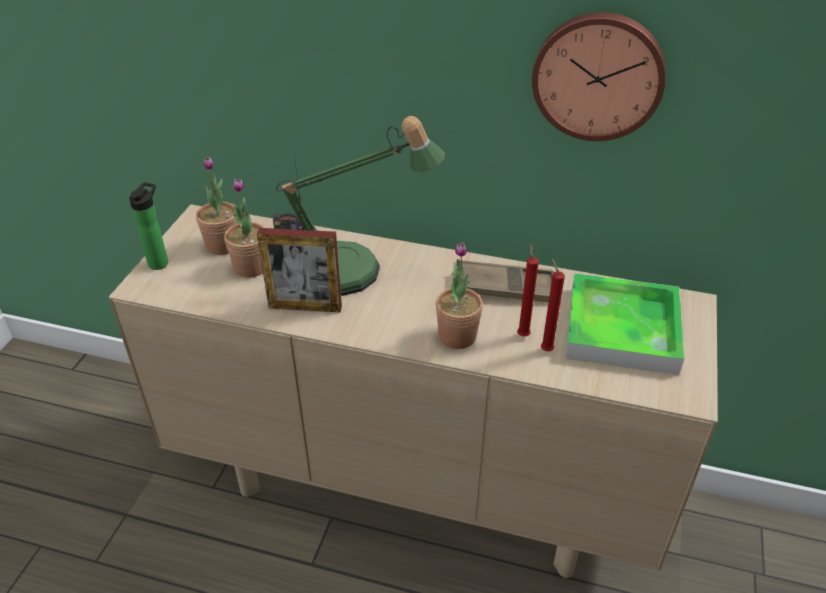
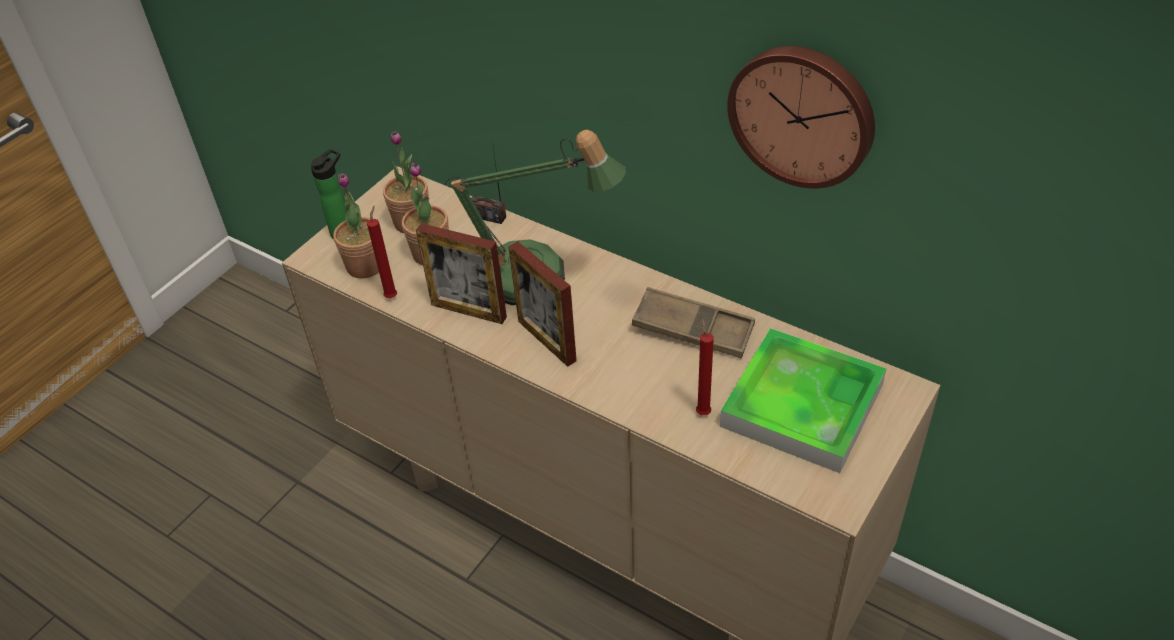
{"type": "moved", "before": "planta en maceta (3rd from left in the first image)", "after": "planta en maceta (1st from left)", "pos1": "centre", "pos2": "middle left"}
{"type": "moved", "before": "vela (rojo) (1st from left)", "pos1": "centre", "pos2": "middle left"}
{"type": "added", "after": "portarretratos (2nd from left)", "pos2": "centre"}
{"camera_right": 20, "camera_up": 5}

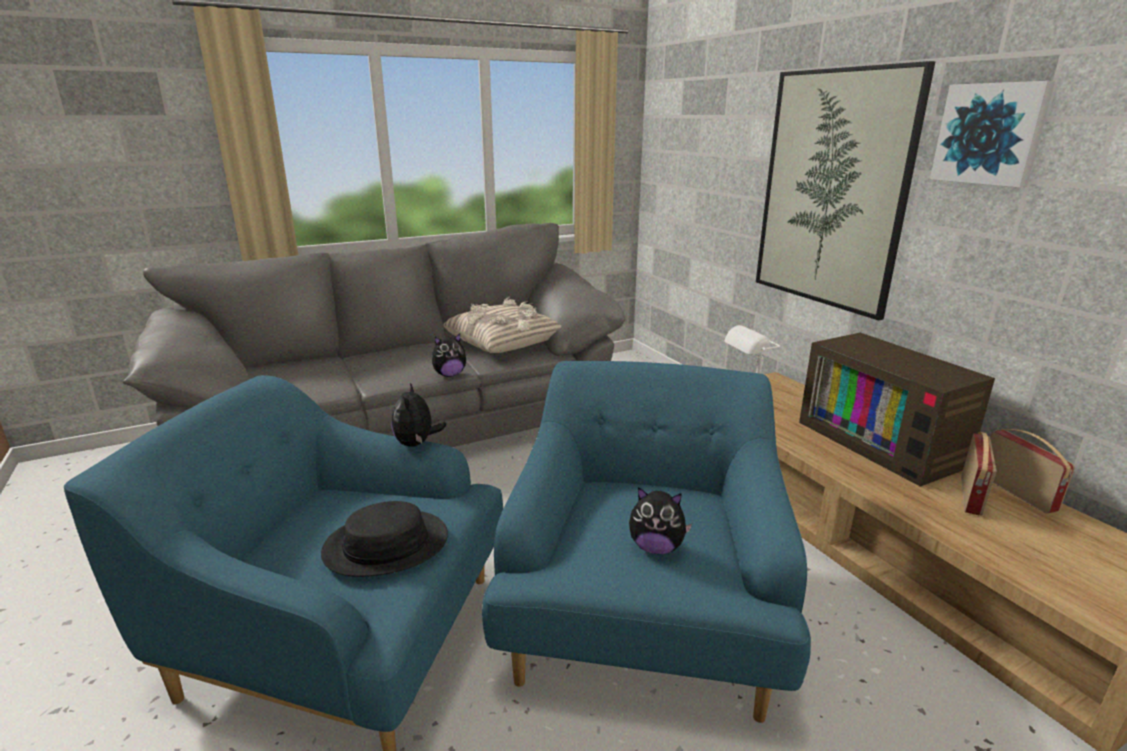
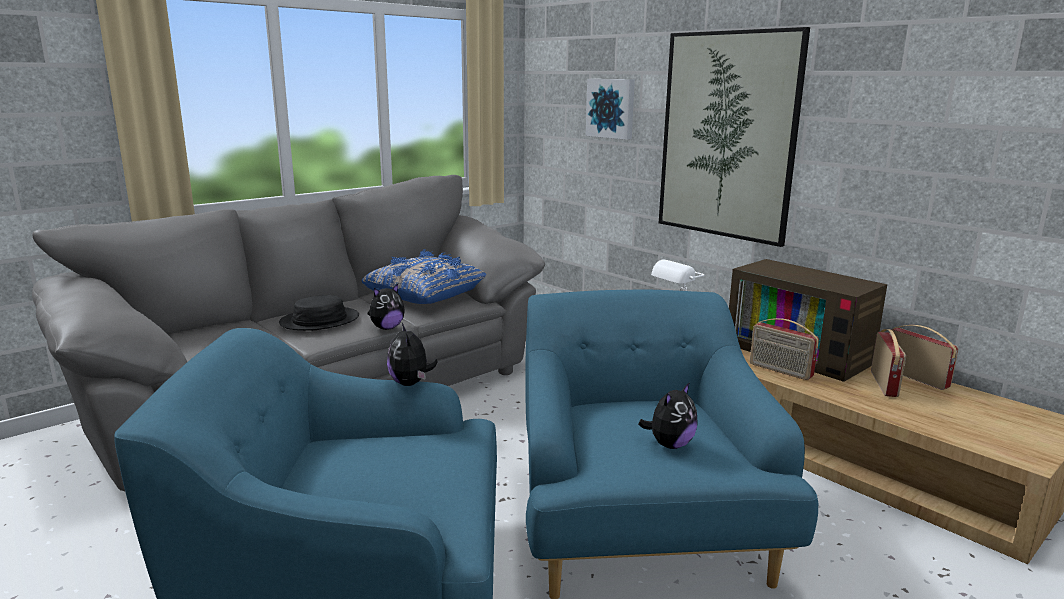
{"type": "moved", "before": "cuadro (2nd from left in the first image)", "after": "cuadro (1st from left)", "pos1": "top right", "pos2": "top centre"}
{"type": "recoloured", "before": "cojín (beis)", "after": "cojín (azul)", "pos1": "centre", "pos2": "centre"}
{"type": "turned", "before": "peluche (3rd from left)", "pos1": "bottom centre", "pos2": "bottom centre", "turn": -45}
{"type": "moved", "before": "sombrero (negro)", "pos1": "bottom centre", "pos2": "middle left"}
{"type": "added", "after": "radio (1st from left)", "pos2": "middle right"}
{"camera_right": -15, "camera_up": -5}

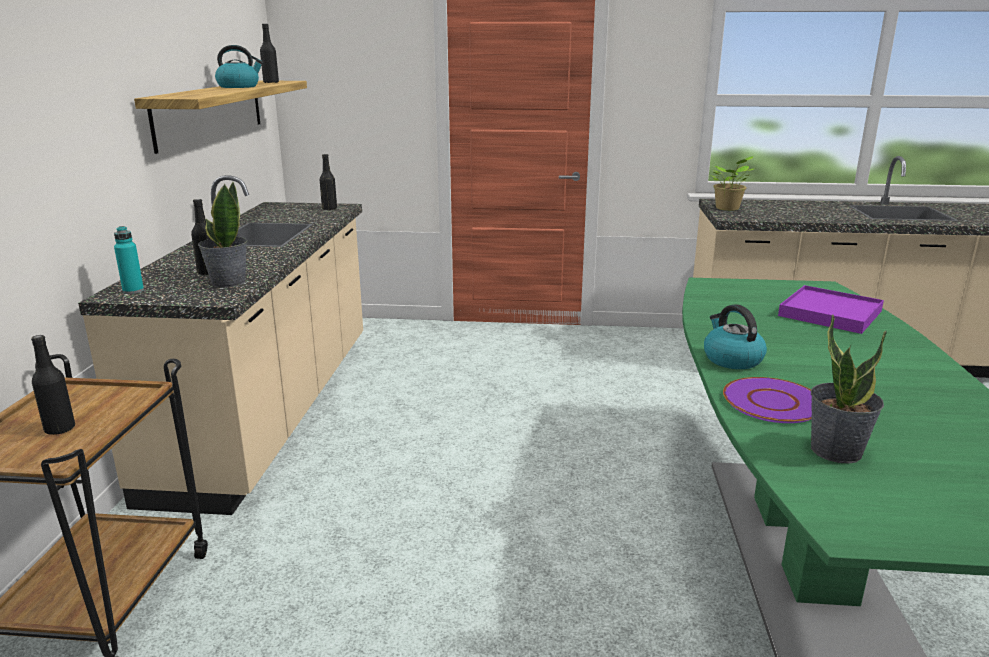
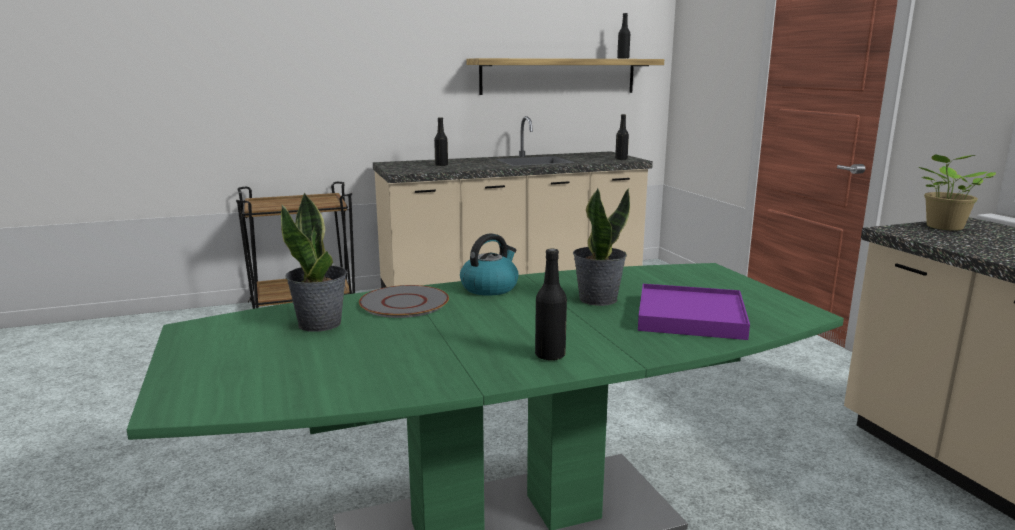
{"type": "removed", "before": "hervidor (1st from left)", "pos1": "top left"}
{"type": "moved", "before": "planta en maceta (1st from left in the first image)", "after": "planta en maceta (2nd from left)", "pos1": "middle left", "pos2": "centre"}
{"type": "removed", "before": "botella (turquesa)", "pos1": "middle left"}
{"type": "moved", "before": "botella (negro) (1st from left in the first image)", "after": "botella (negro) (2nd from left)", "pos1": "middle left", "pos2": "centre"}
{"type": "recoloured", "before": "plato (morado)", "after": "plato (gris)", "pos1": "middle right", "pos2": "centre"}
{"camera_right": 65, "camera_up": -5}

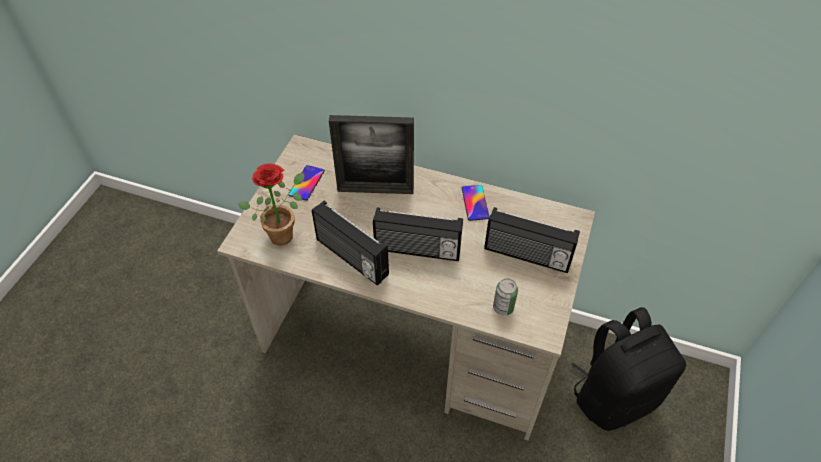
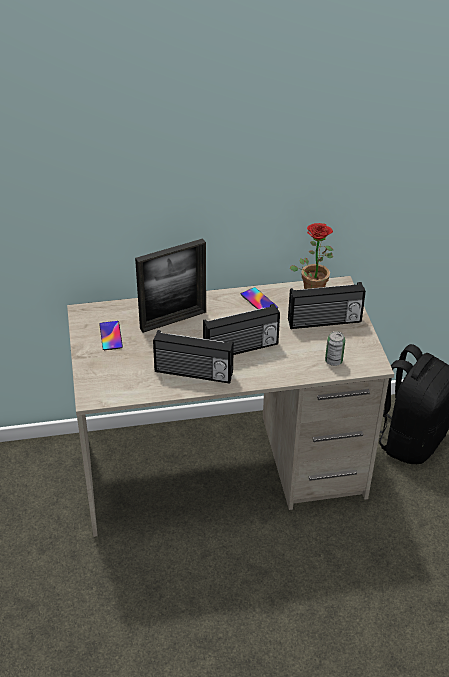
{"type": "moved", "before": "planta en maceta", "pos1": "middle left", "pos2": "middle right"}
{"camera_right": -30, "camera_up": -10}

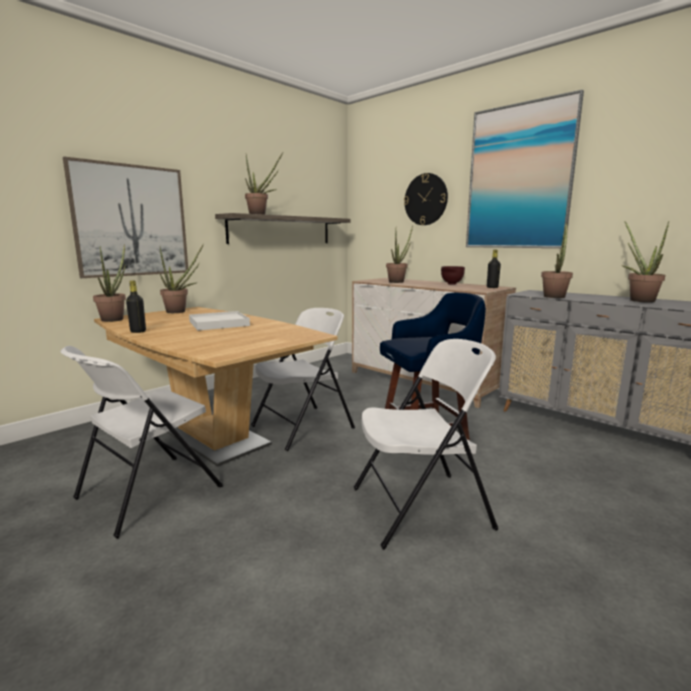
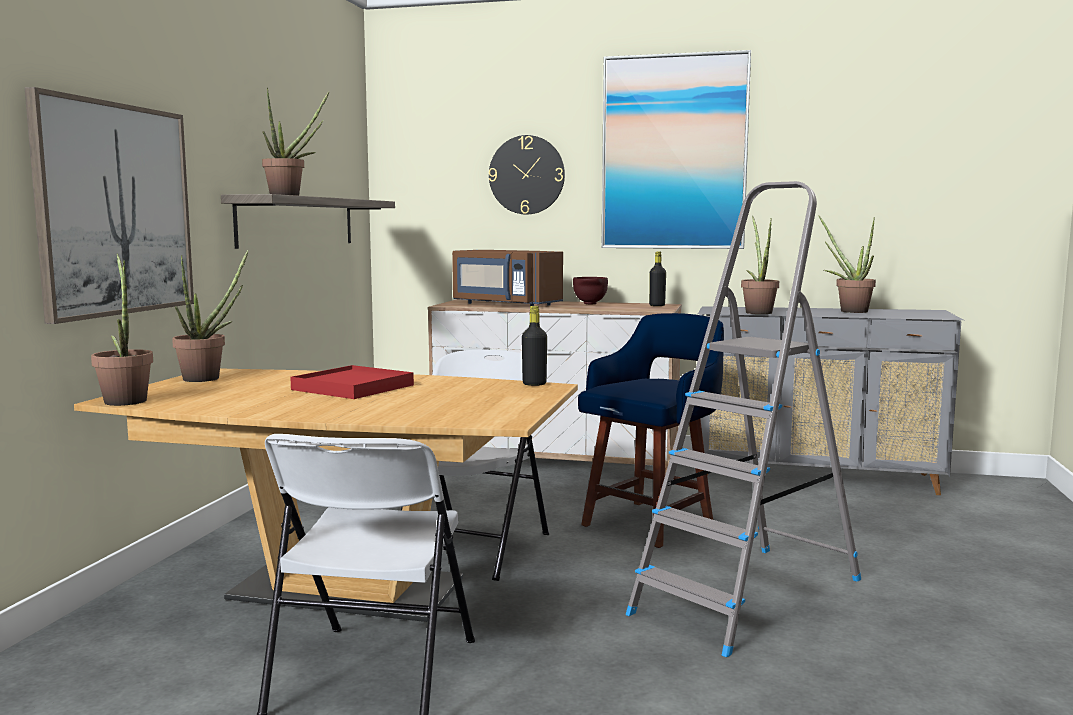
{"type": "replaced", "before": "planta en maceta (4th from left)", "after": "microondas (marrón)", "pos1": "centre", "pos2": "centre"}
{"type": "moved", "before": "botella (negro) (1st from left)", "pos1": "middle left", "pos2": "centre"}
{"type": "recoloured", "before": "bandeja (blanco)", "after": "bandeja (rojo)", "pos1": "middle left", "pos2": "middle left"}
{"type": "replaced", "before": "silla (blanco) (3rd from left)", "after": "escalera de tijera (gris)", "pos1": "centre", "pos2": "middle right"}
{"camera_right": -30, "camera_up": -5}

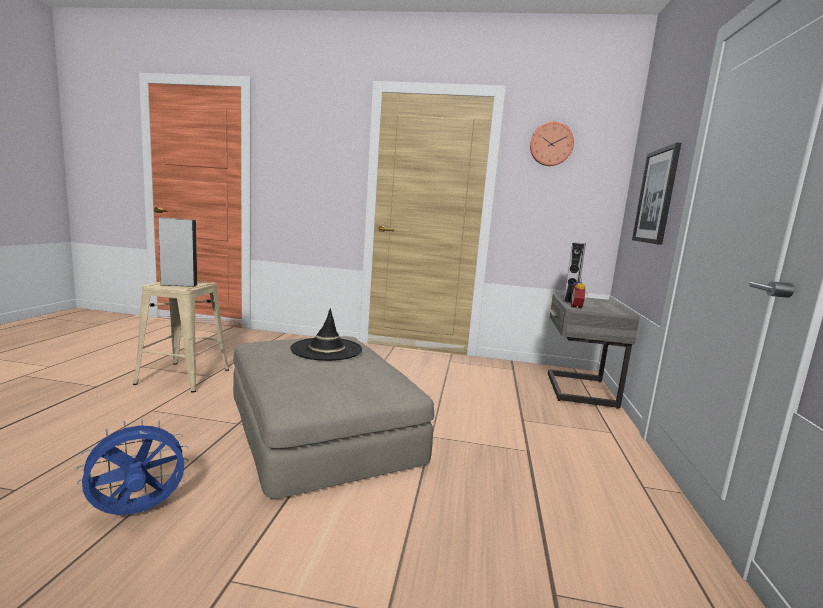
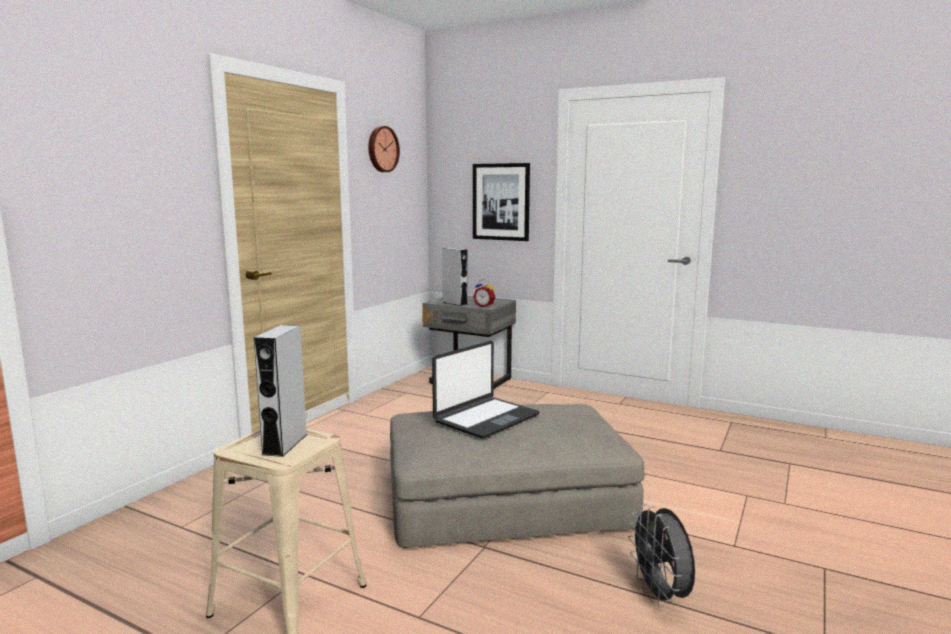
{"type": "replaced", "before": "sombrero (negro)", "after": "portátil", "pos1": "centre", "pos2": "centre"}
{"type": "recoloured", "before": "ventilador (azul)", "after": "ventilador (gris)", "pos1": "bottom left", "pos2": "bottom right"}
{"camera_right": -70, "camera_up": 0}

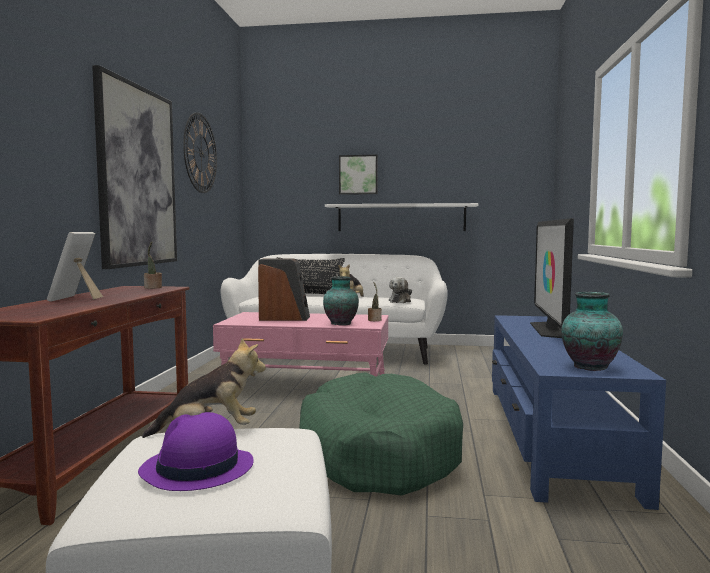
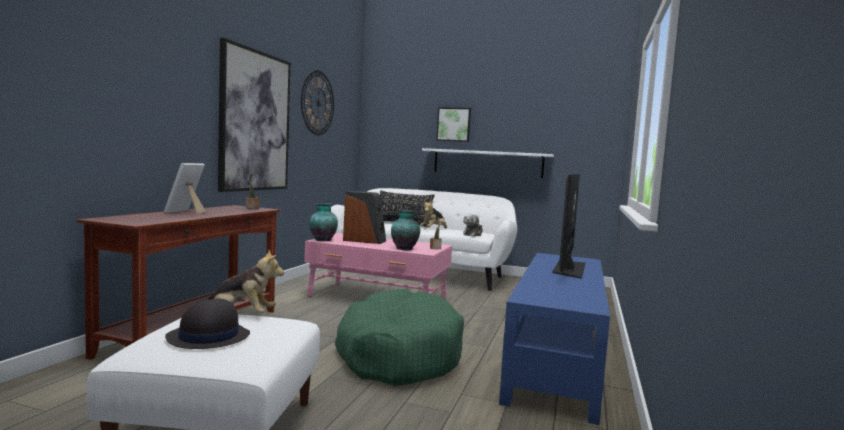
{"type": "moved", "before": "florero (2nd from left in the first image)", "after": "florero (1st from left)", "pos1": "middle right", "pos2": "centre"}
{"type": "recoloured", "before": "sombrero (morado)", "after": "sombrero (negro)", "pos1": "bottom left", "pos2": "bottom left"}
{"camera_right": 10, "camera_up": 0}

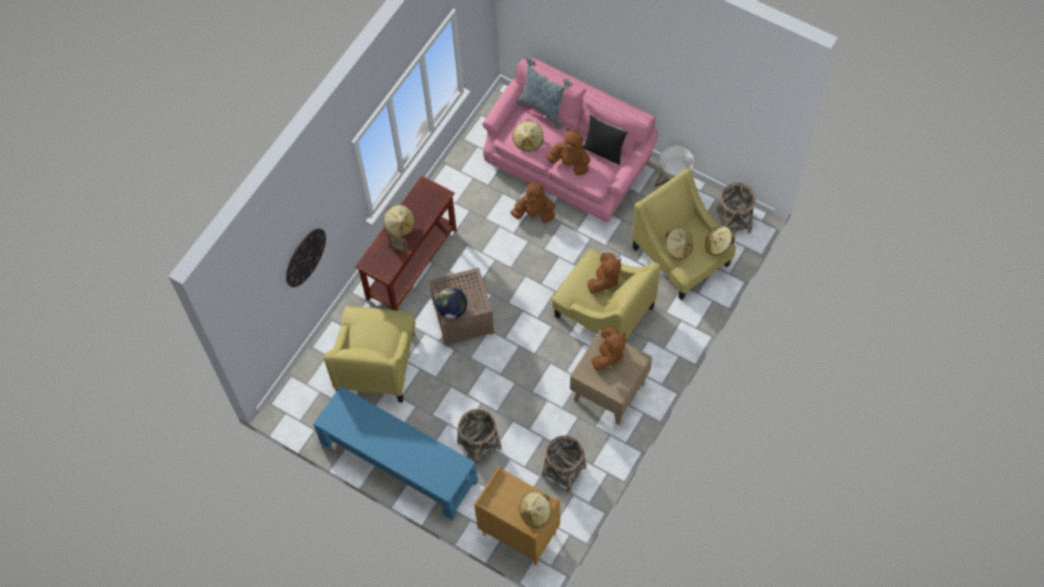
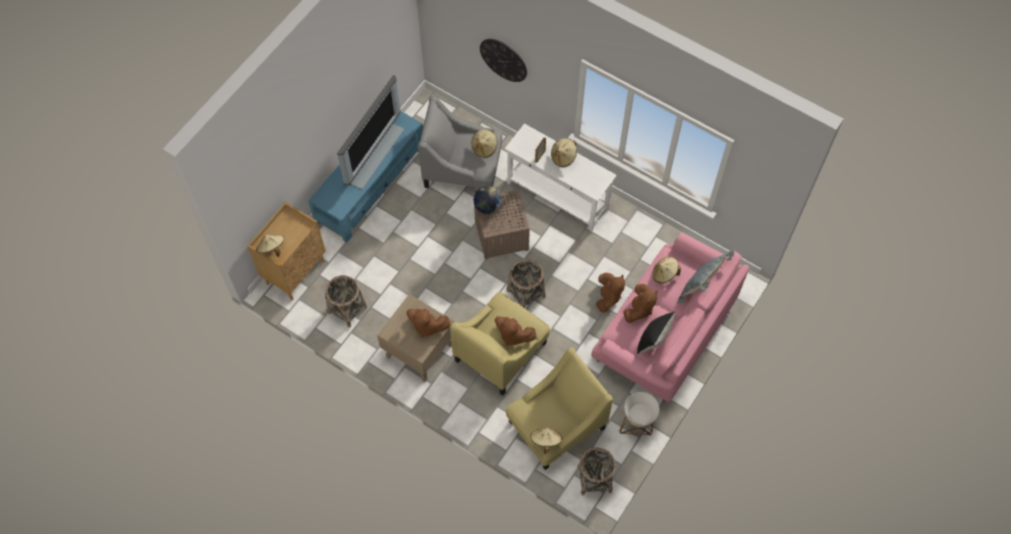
{"type": "recoloured", "before": "mesa consola (marrón)", "after": "mesa consola (blanco)", "pos1": "centre", "pos2": "centre"}
{"type": "moved", "before": "sombrero (beis) (4th from left in the first image)", "after": "sombrero (beis) (2nd from left)", "pos1": "centre", "pos2": "top centre"}
{"type": "recoloured", "before": "sillón (amarillo) (1st from left)", "after": "sillón (gris)", "pos1": "centre", "pos2": "top centre"}
{"type": "moved", "before": "cesta (1st from left in the first image)", "after": "cesta (2nd from left)", "pos1": "bottom centre", "pos2": "centre"}
{"type": "added", "after": "televisor", "pos2": "top centre"}
{"camera_right": 90, "camera_up": 0}

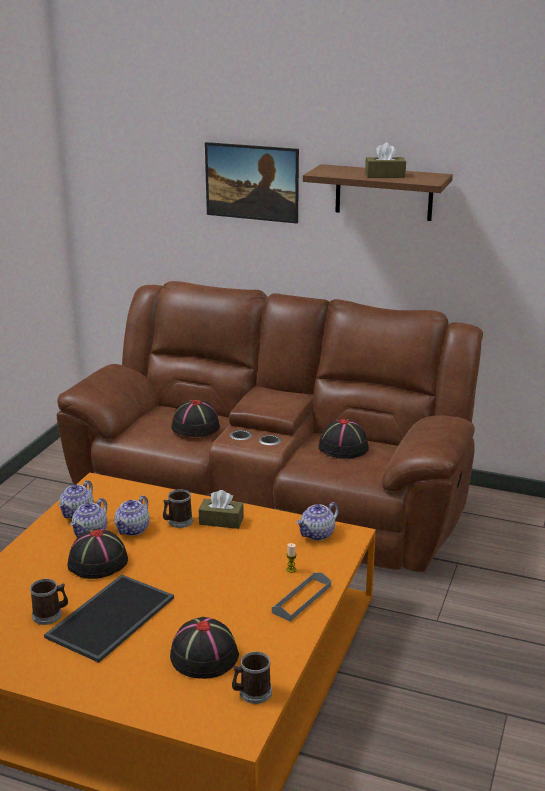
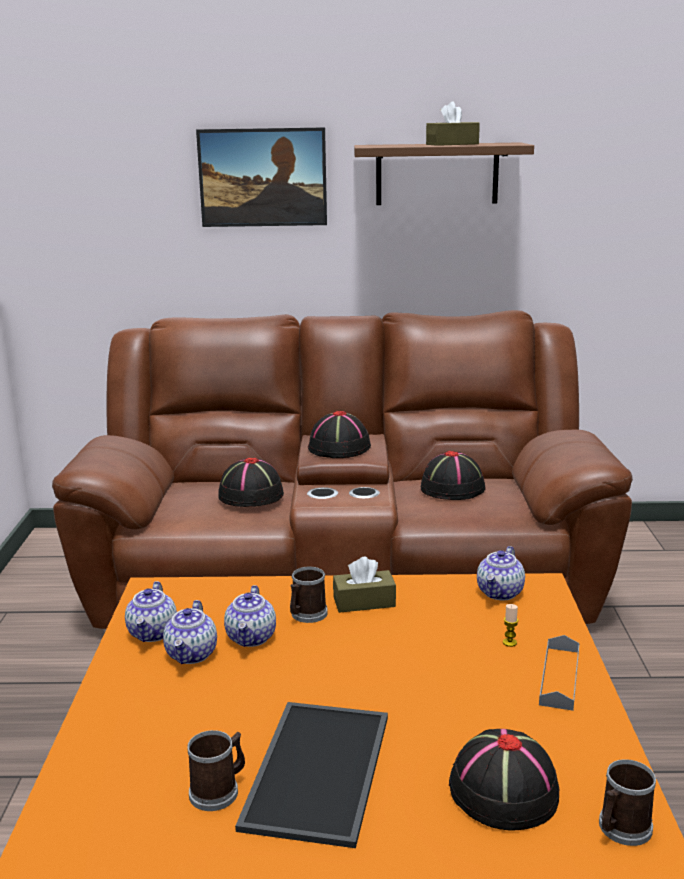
{"type": "moved", "before": "sombrero (negro) (1st from left in the first image)", "after": "sombrero (negro) (2nd from left)", "pos1": "bottom left", "pos2": "centre"}
{"camera_right": -20, "camera_up": -5}

